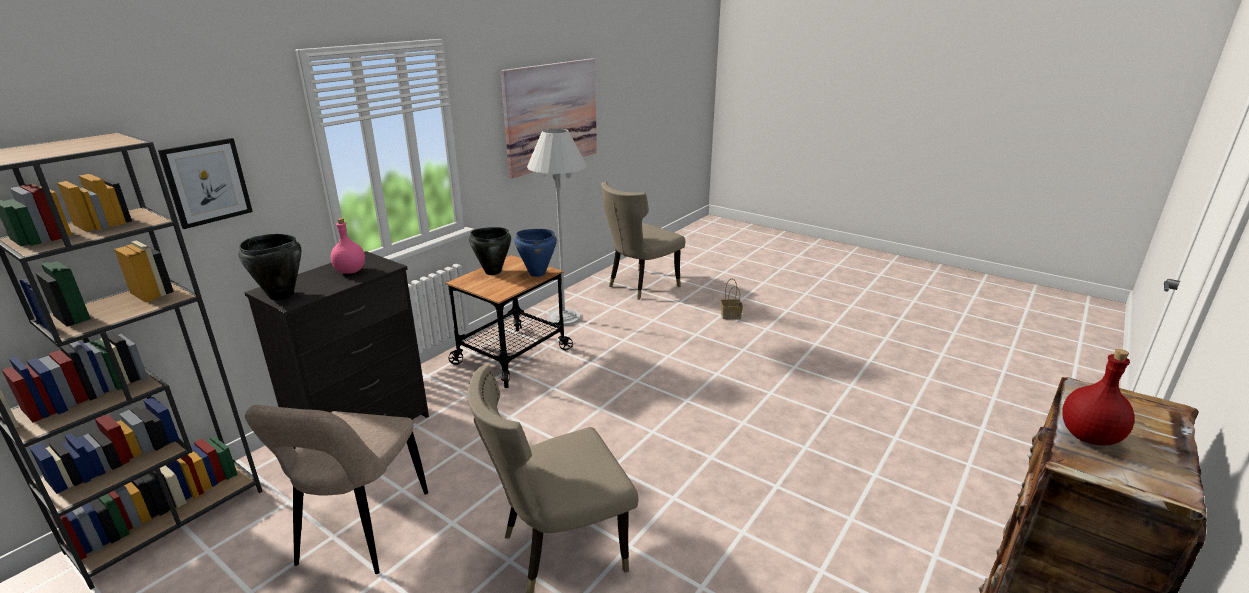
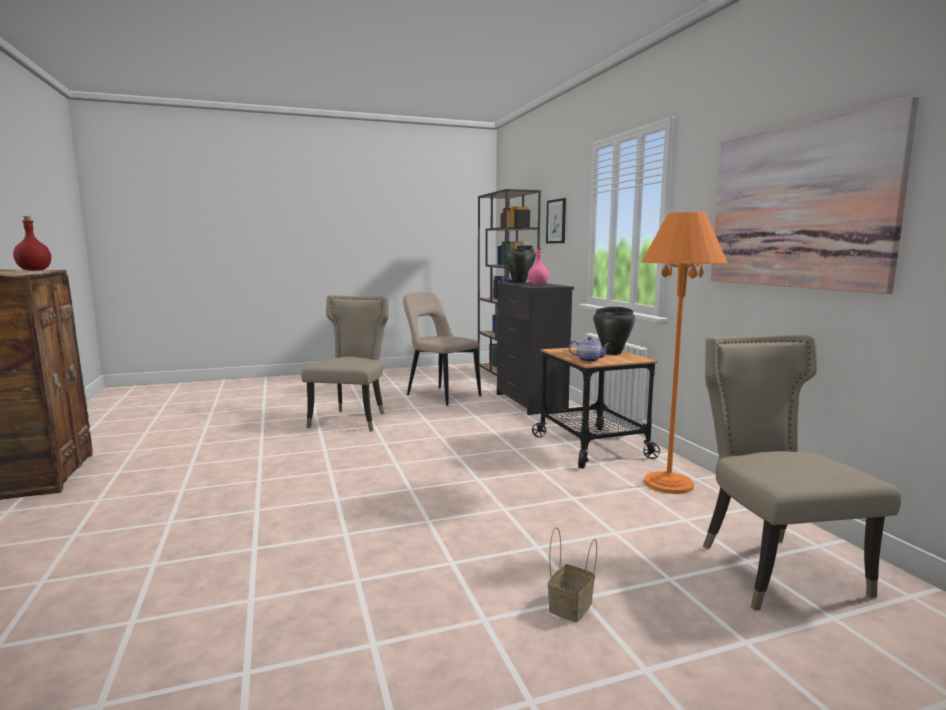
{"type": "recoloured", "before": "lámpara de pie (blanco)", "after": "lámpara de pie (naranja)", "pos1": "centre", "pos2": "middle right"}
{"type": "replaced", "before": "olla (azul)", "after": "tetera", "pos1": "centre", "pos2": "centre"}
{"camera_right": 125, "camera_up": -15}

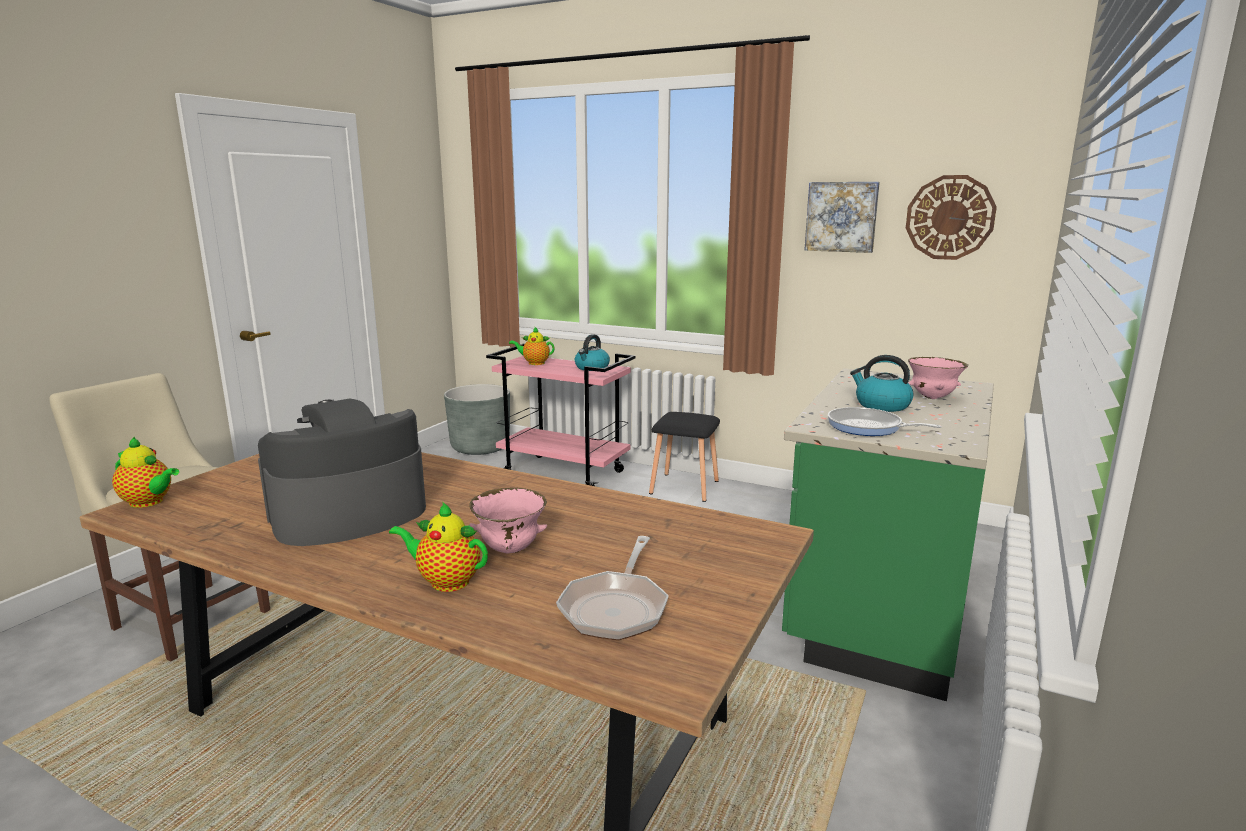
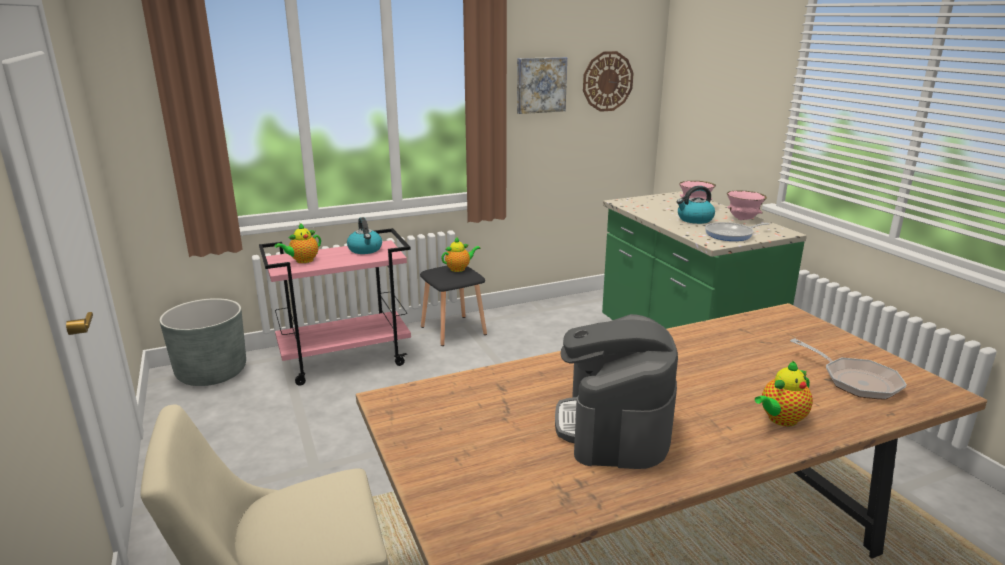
{"type": "moved", "before": "tetera (1st from left in the first image)", "after": "tetera (2nd from left)", "pos1": "middle left", "pos2": "centre"}
{"type": "moved", "before": "cuenco (rosa) (1st from left in the first image)", "after": "cuenco (rosa) (2nd from left)", "pos1": "centre", "pos2": "middle right"}
{"camera_right": -50, "camera_up": 5}

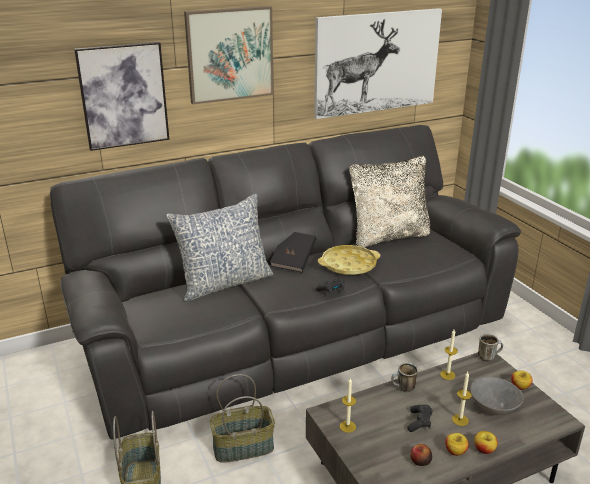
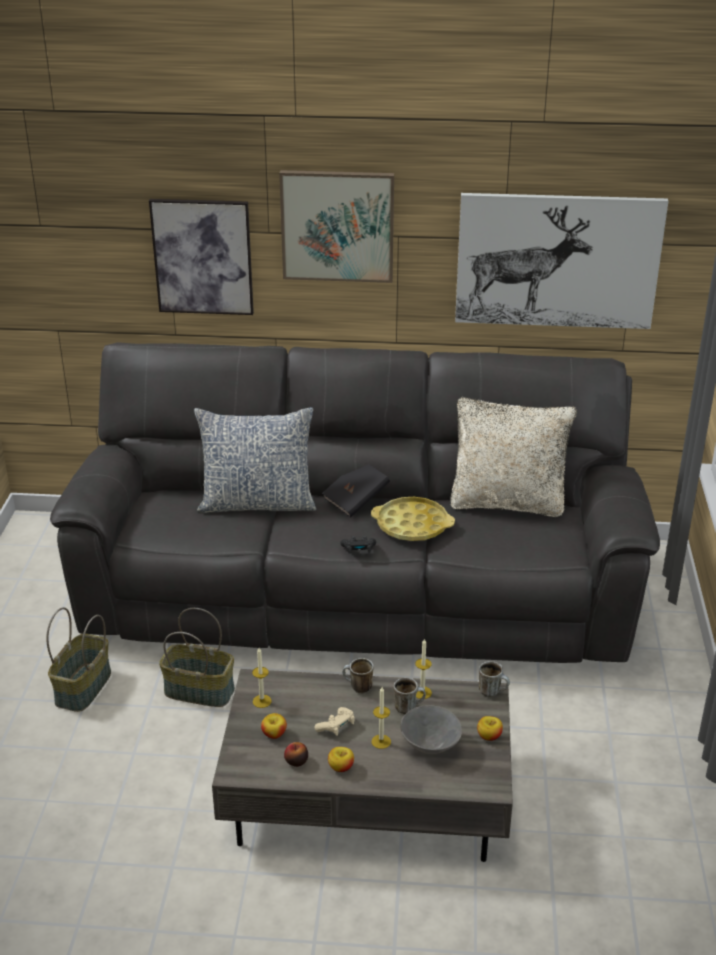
{"type": "recoloured", "before": "mando de consola (negro) (2nd from left)", "after": "mando de consola (beis)", "pos1": "bottom right", "pos2": "bottom centre"}
{"type": "moved", "before": "manzana (3rd from left in the first image)", "after": "manzana (1st from left)", "pos1": "bottom right", "pos2": "bottom centre"}
{"type": "added", "after": "taza grande (2nd from left)", "pos2": "bottom centre"}
{"camera_right": 30, "camera_up": 5}

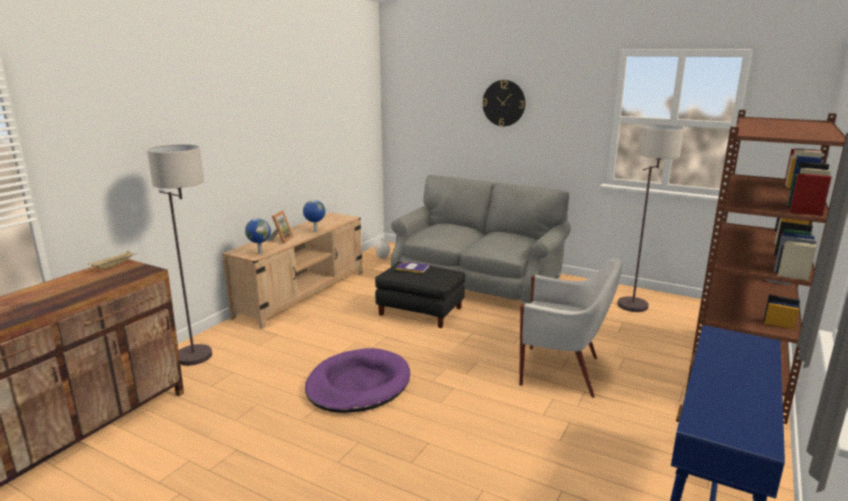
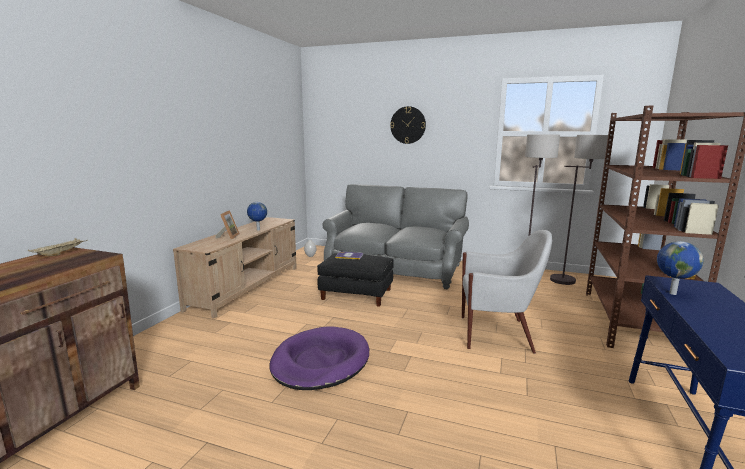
{"type": "moved", "before": "lámpara de pie (gris) (1st from left in the first image)", "after": "lámpara de pie (gris) (2nd from left)", "pos1": "middle left", "pos2": "middle right"}
{"type": "moved", "before": "globo terráqueo (1st from left in the first image)", "after": "globo terráqueo (2nd from left)", "pos1": "middle left", "pos2": "middle right"}
{"camera_right": -10, "camera_up": -5}

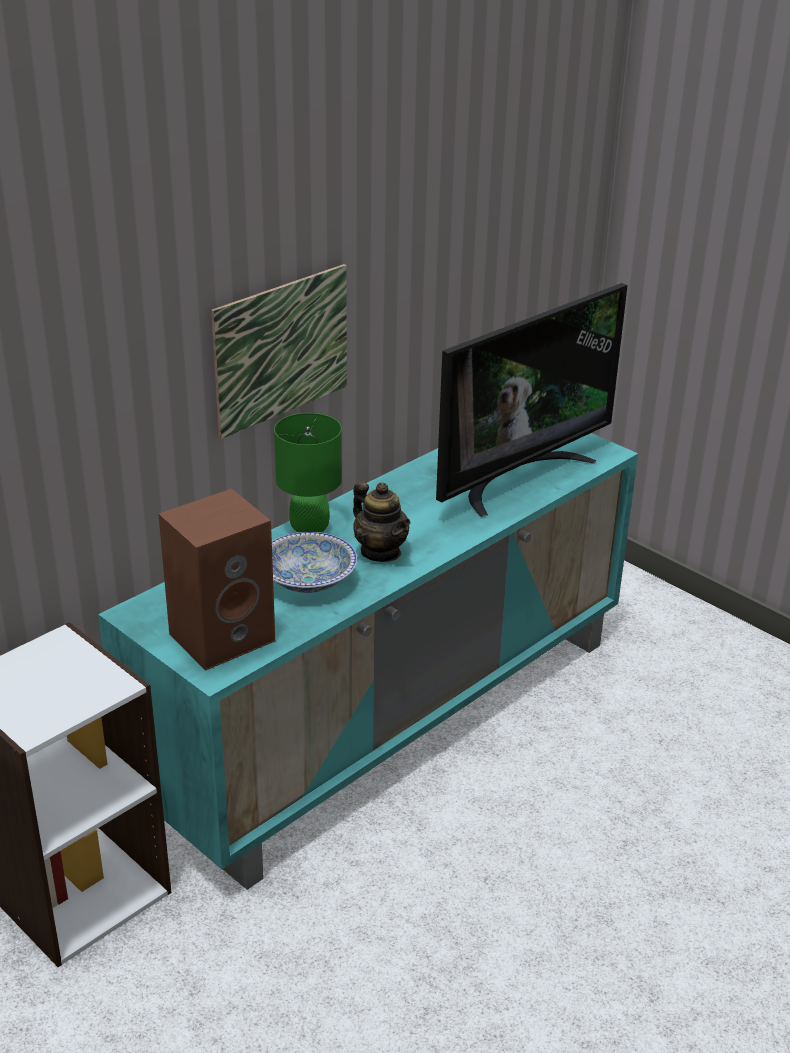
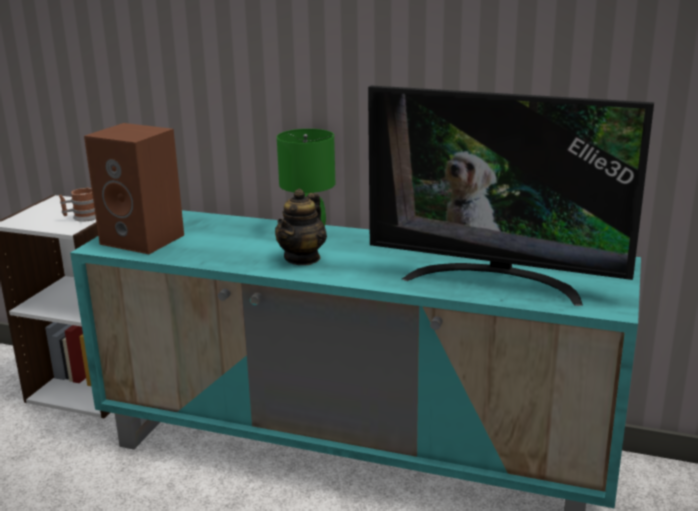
{"type": "removed", "before": "cuadro", "pos1": "centre"}
{"type": "removed", "before": "cuenco", "pos1": "centre"}
{"type": "added", "after": "taza grande", "pos2": "middle left"}
{"camera_right": 65, "camera_up": -10}

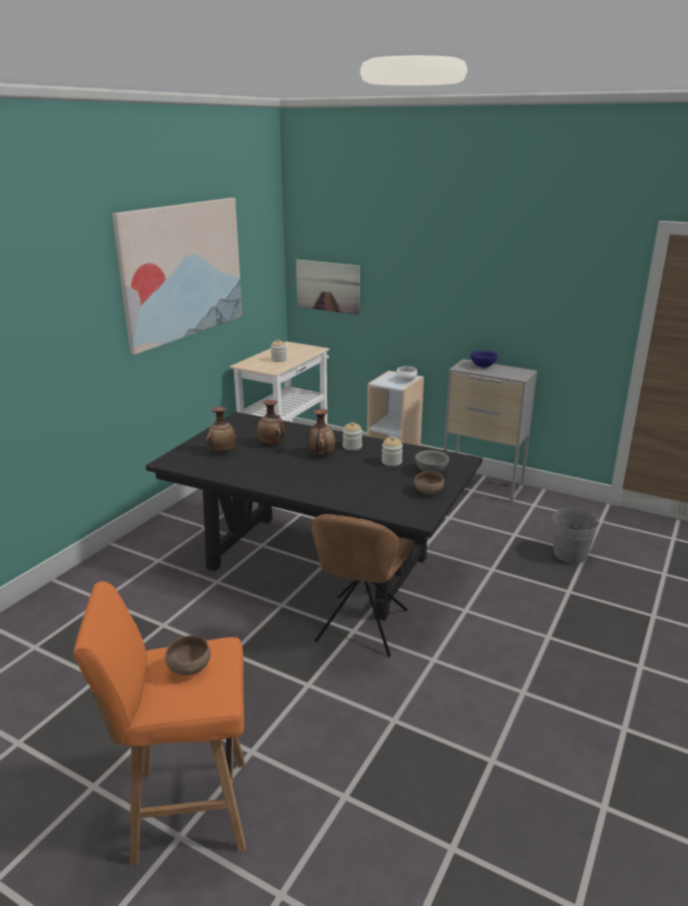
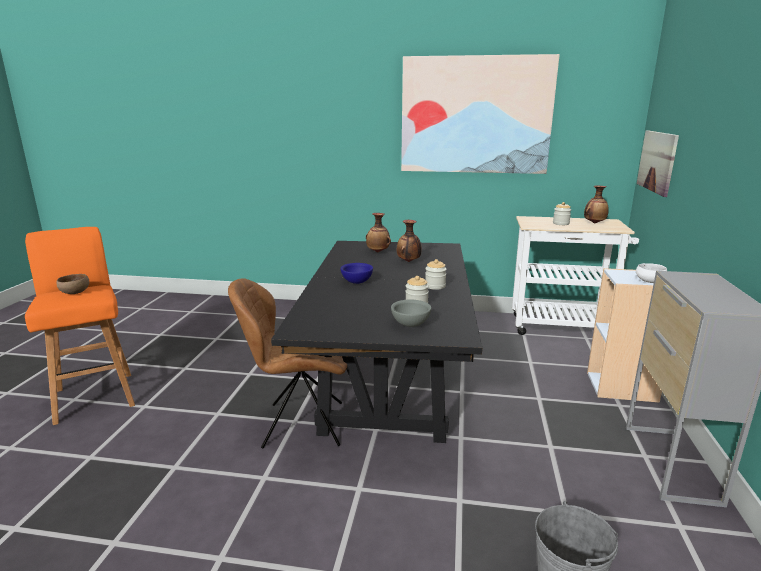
{"type": "moved", "before": "cuenco (azul)", "pos1": "middle right", "pos2": "centre"}
{"type": "moved", "before": "florero (3rd from left)", "pos1": "centre", "pos2": "middle right"}
{"type": "removed", "before": "cuenco (marrón) (2nd from left)", "pos1": "centre"}
{"camera_right": 70, "camera_up": -5}

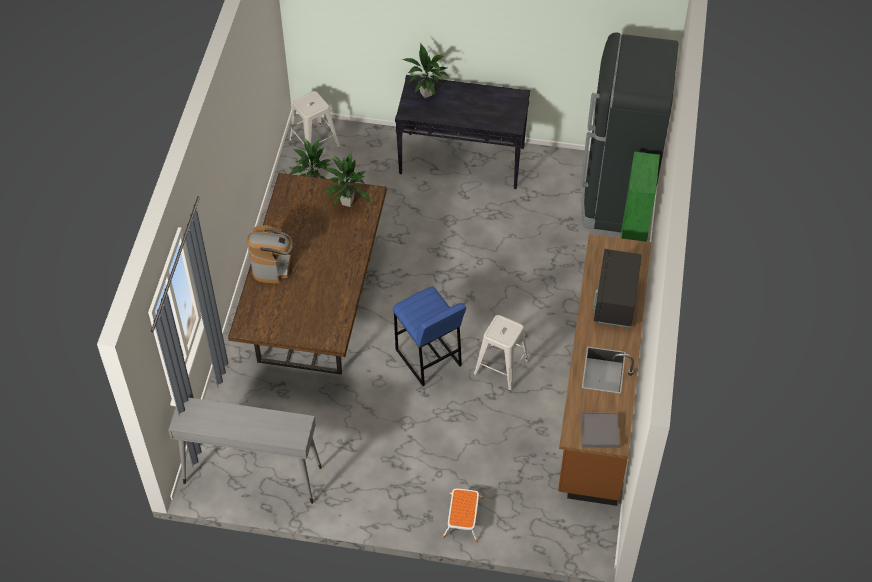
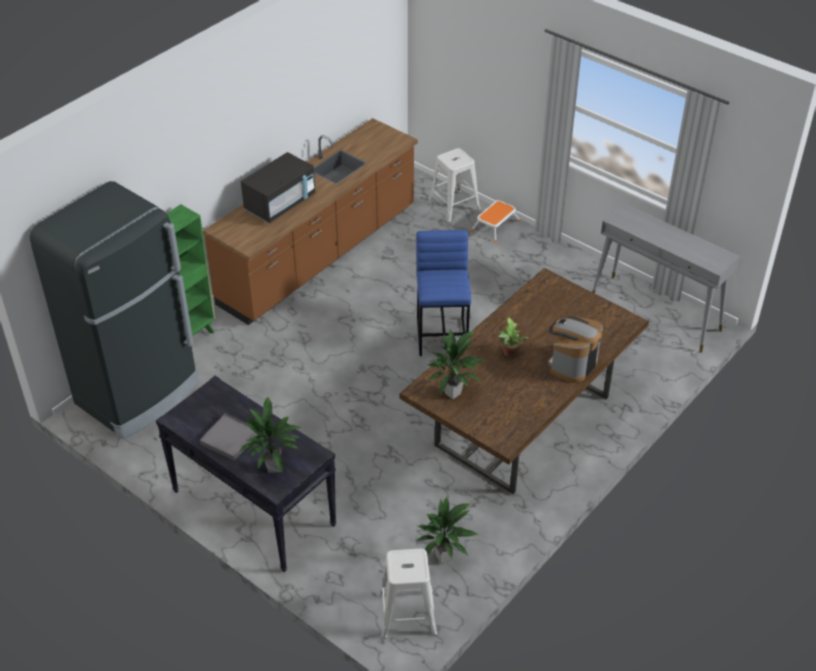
{"type": "moved", "before": "taburete (blanco) (2nd from left)", "pos1": "centre", "pos2": "top centre"}
{"type": "moved", "before": "bandeja (gris)", "pos1": "bottom right", "pos2": "middle left"}
{"type": "added", "after": "planta en maceta (4th from left)", "pos2": "centre"}
{"camera_right": -150, "camera_up": -10}

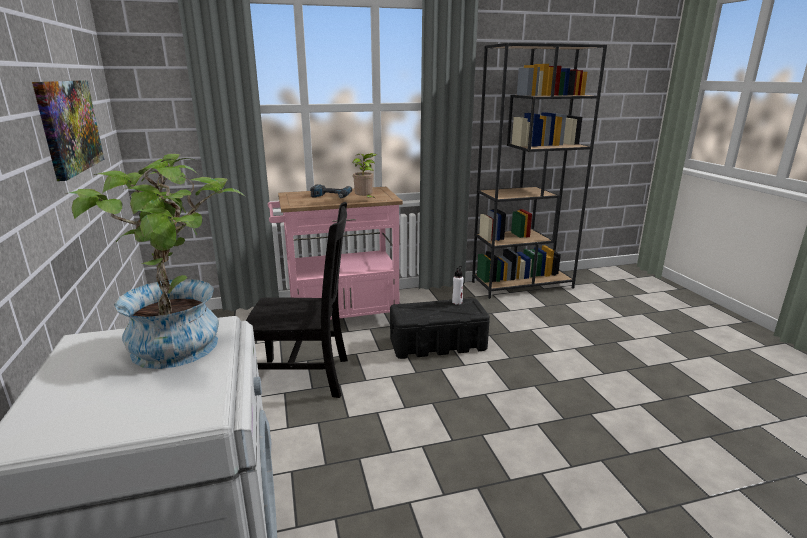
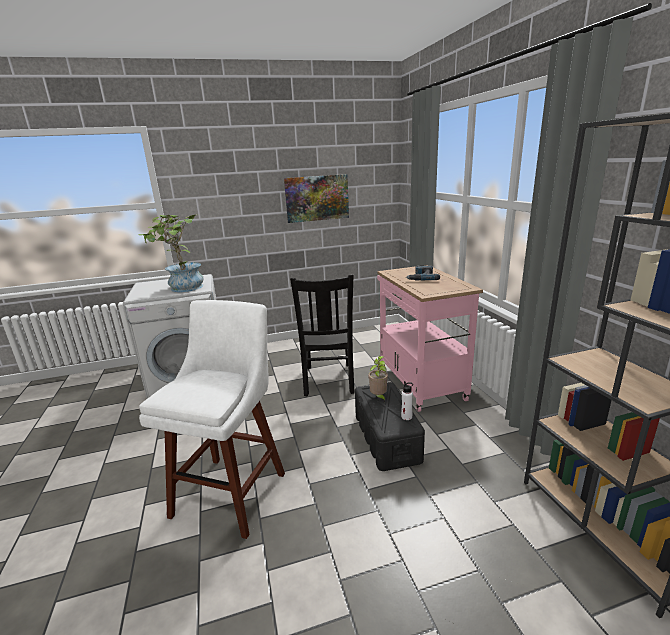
{"type": "moved", "before": "planta en maceta (2nd from left)", "pos1": "top centre", "pos2": "centre"}
{"type": "added", "after": "taburete (blanco)", "pos2": "middle left"}
{"camera_right": 90, "camera_up": 0}

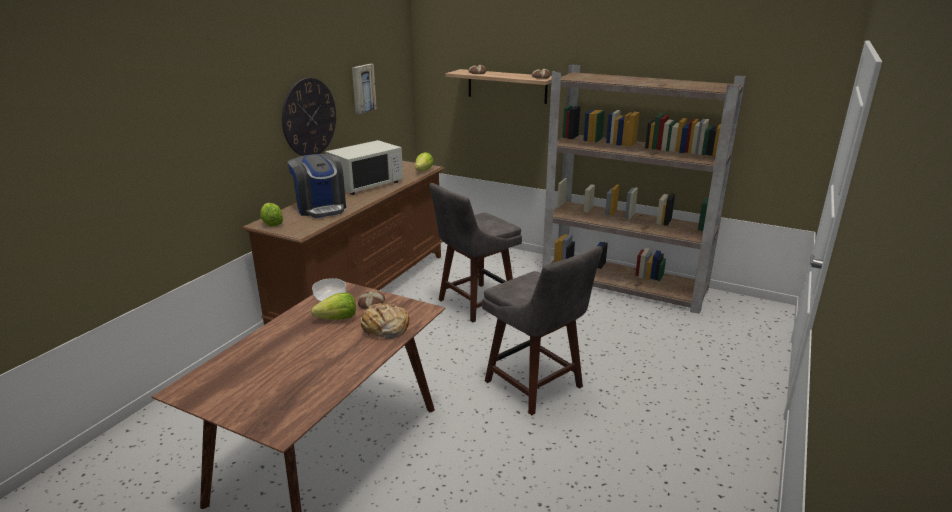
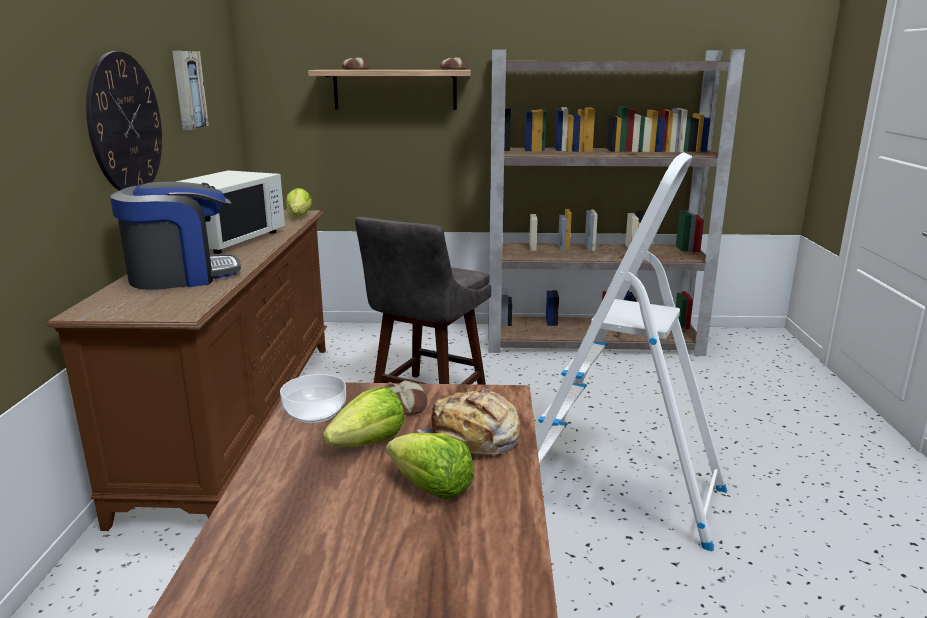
{"type": "turned", "before": "cafetera", "pos1": "middle left", "pos2": "middle left", "turn": -60}
{"type": "moved", "before": "lechuga (1st from left in the first image)", "after": "lechuga (3rd from left)", "pos1": "middle left", "pos2": "bottom centre"}
{"type": "replaced", "before": "taburete (gris) (2nd from left)", "after": "escalera de tijera (blanco)", "pos1": "centre", "pos2": "middle right"}
{"camera_right": -25, "camera_up": -5}

